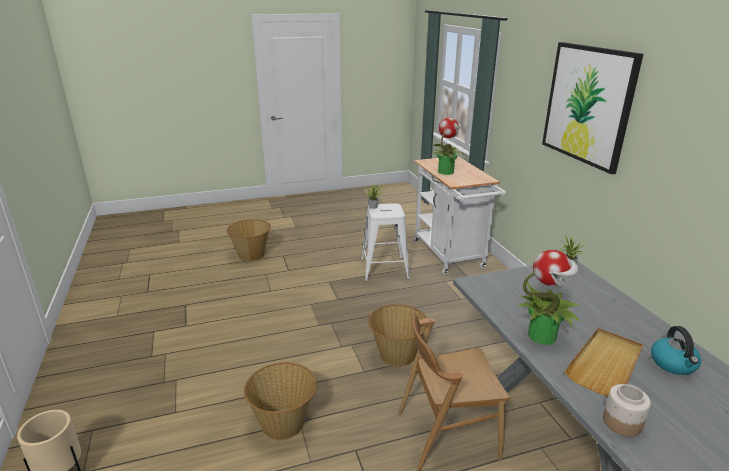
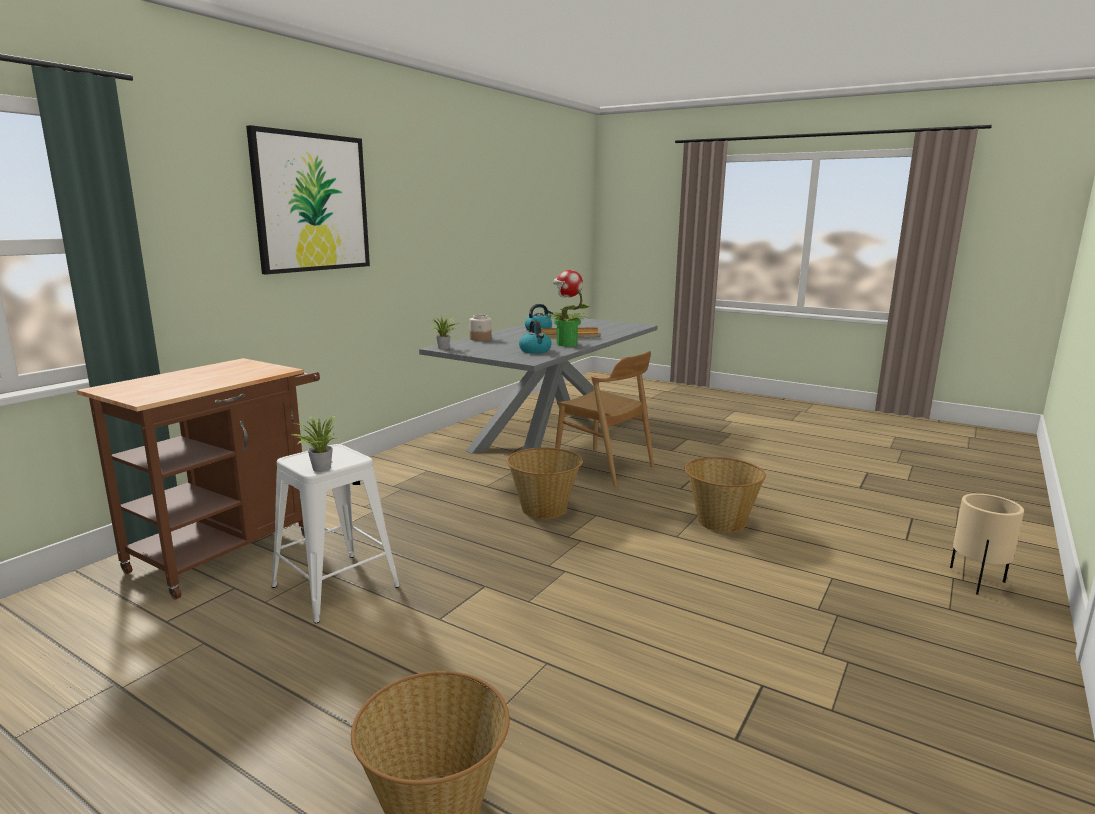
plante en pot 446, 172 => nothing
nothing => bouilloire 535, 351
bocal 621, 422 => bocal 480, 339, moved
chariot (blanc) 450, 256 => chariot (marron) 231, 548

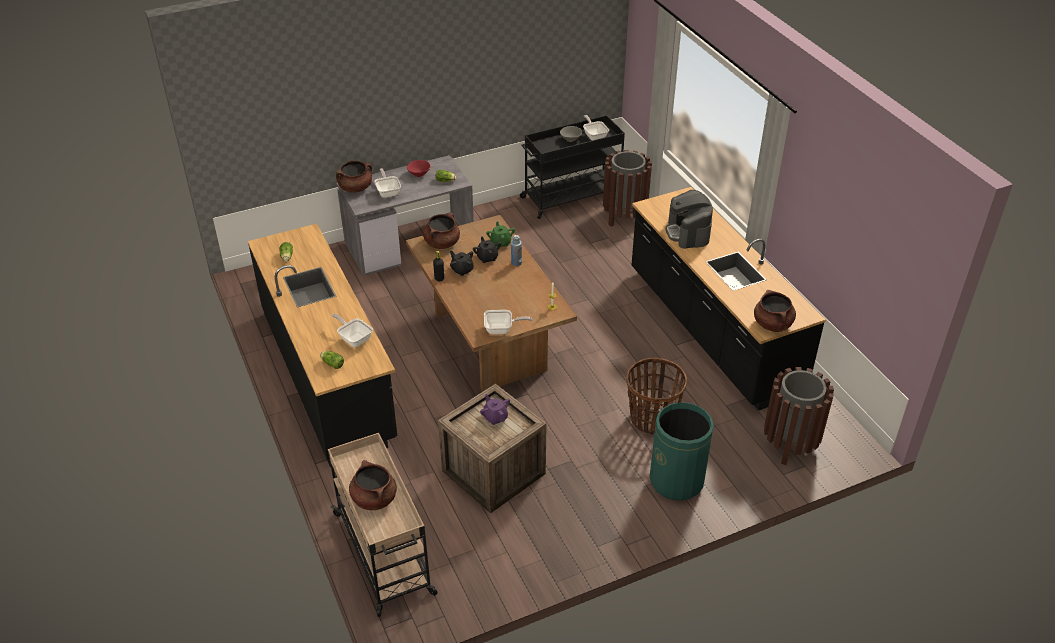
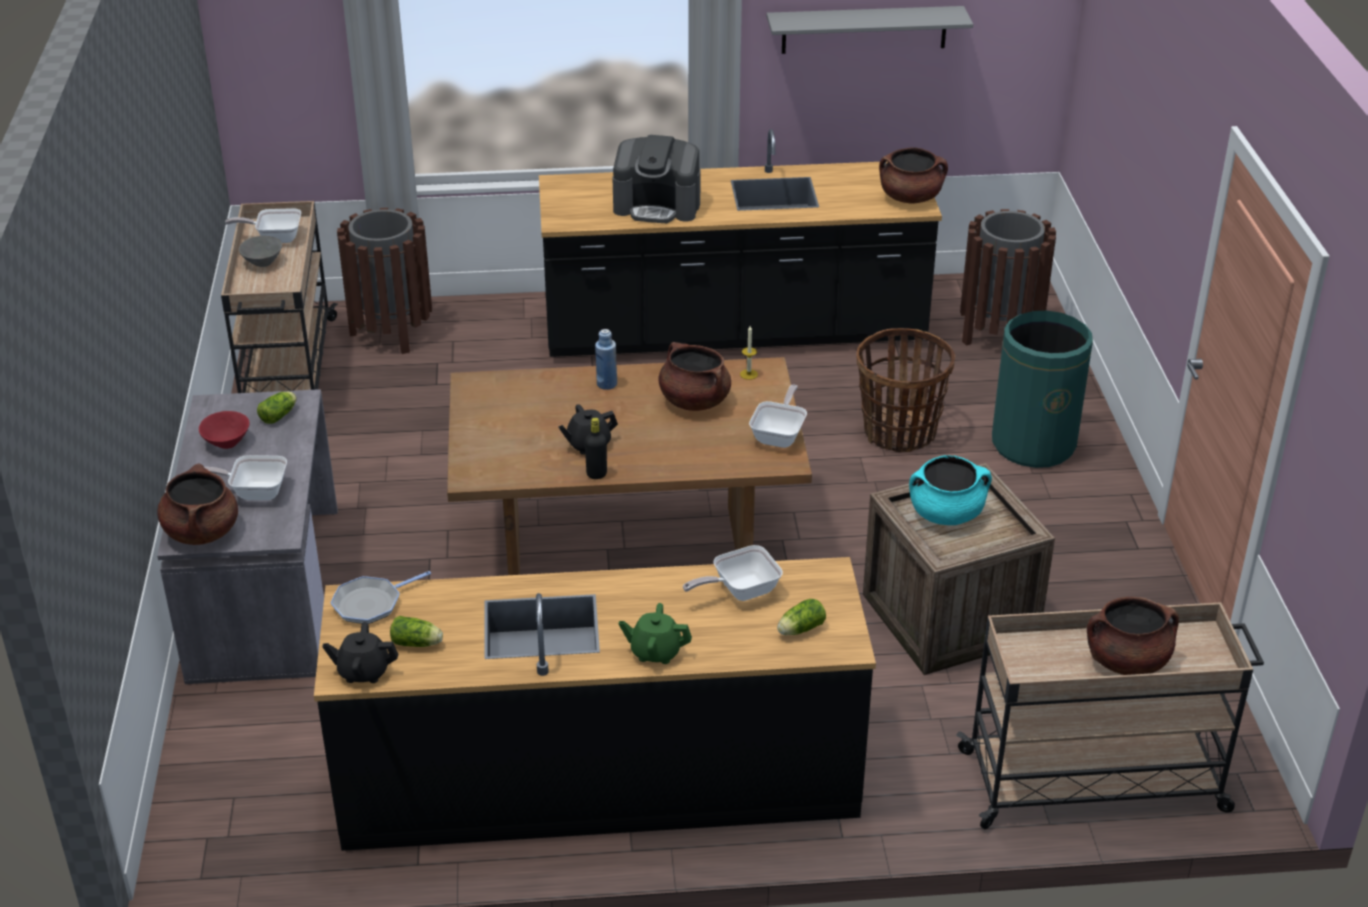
nothing => poêle 370, 603
nothing => étagère (gris) 864, 29
marmite (marron) 442, 243 => marmite (marron) 694, 401, moved
théière (noir) 487, 258 => théière (noir) 363, 672, moved
théière (vert) 500, 242 => théière (vert) 655, 652, moved
théière (violet) 495, 417 => marmite (turquoise) 946, 514
chariot (noir) 571, 197 => chariot (beige) 288, 371

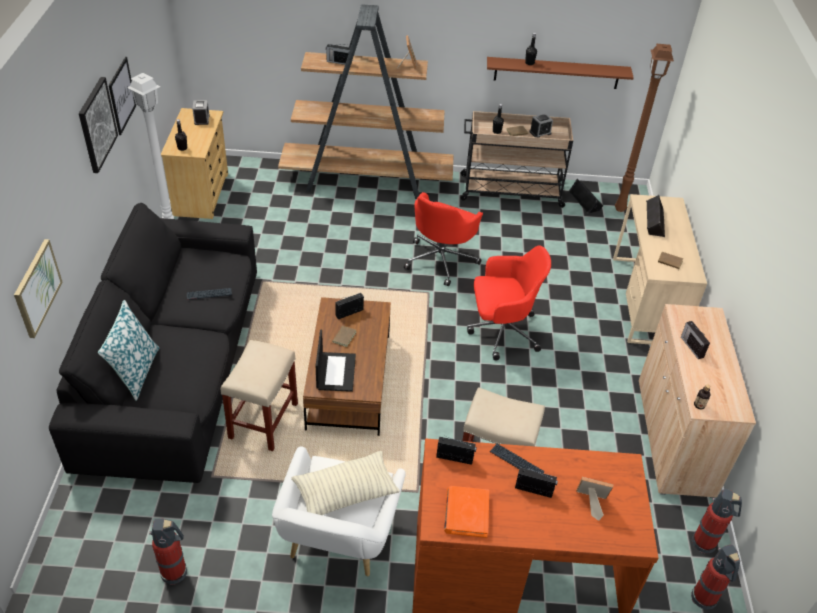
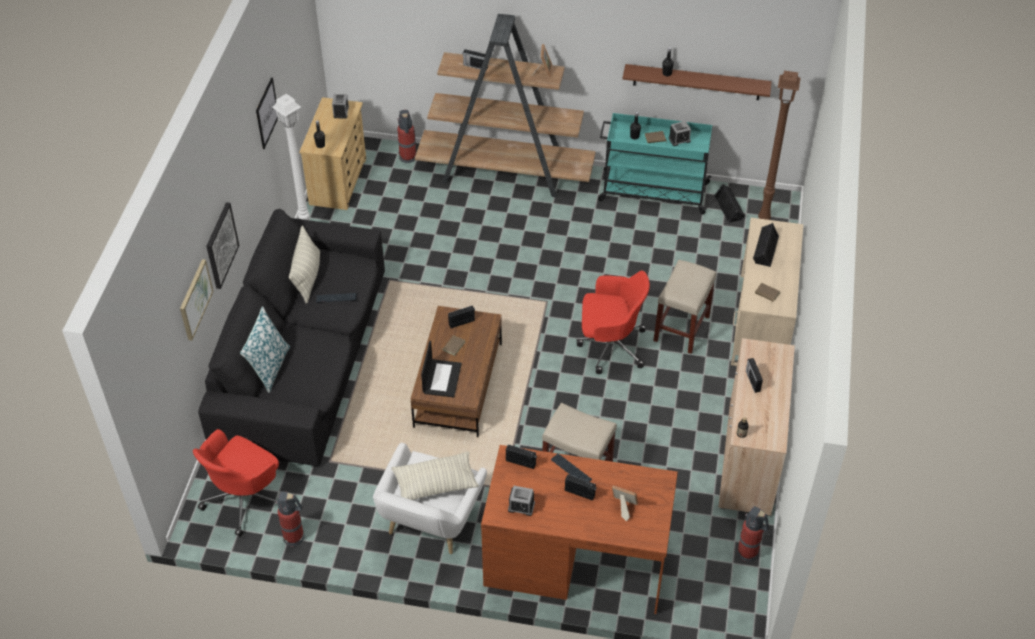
nothing => coussin 307, 277
tableau 96, 124 => tableau 221, 245, moved
tabouret (beige) 263, 420 => tabouret (beige) 681, 328, moved
chaise de bureau (rouge) 441, 259 => chaise de bureau (rouge) 245, 498, moved
extincteur 704, 599 => extincteur 408, 158, moved
livre (orange) 466, 513 => réveil 521, 506
chariot (beige) 510, 191 => chariot (turquoise) 652, 192

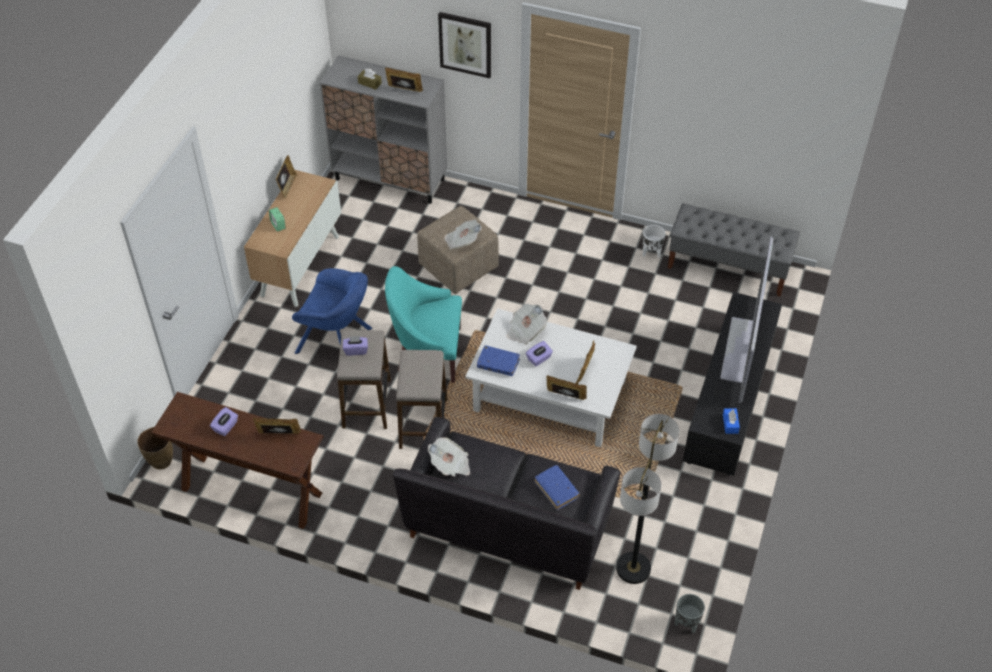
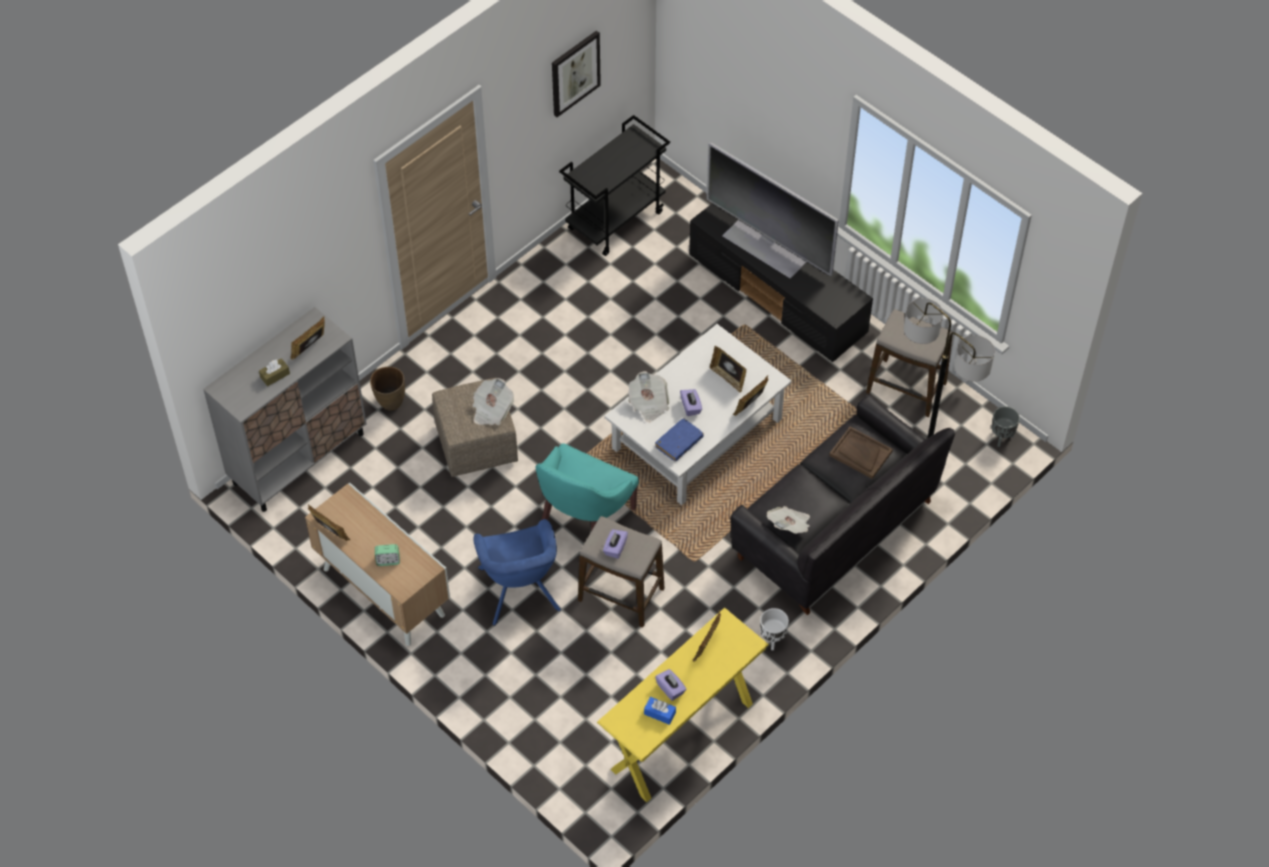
vase (marron) 161, 461 => vase (marron) 390, 403, moved
tabouret 423, 423 => tabouret 906, 388, moved
tableau 465, 44 => tableau 575, 73, moved
cache-pot (blanc) 651, 253 => cache-pot (blanc) 772, 639, moved
boîte à mouchoirs (bleu) 730, 424 => boîte à mouchoirs (bleu) 660, 713, moved
livre (bleu) 556, 490 => plateau (marron) 860, 453
banc (gris) 728, 267 => chariot (noir) 615, 220
table console (marron) 251, 491 => table console (jaune) 681, 736
fauteuil (bleu) 337, 342 => fauteuil (bleu) 520, 593, 120 degrees clockwise

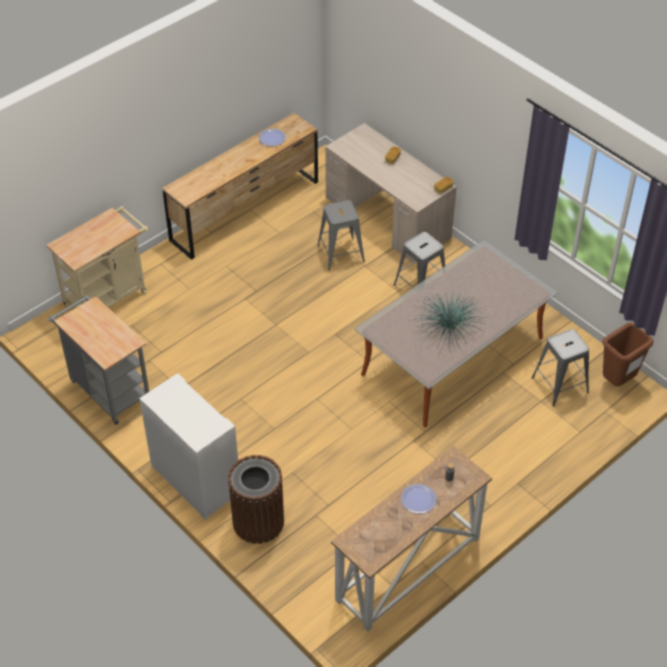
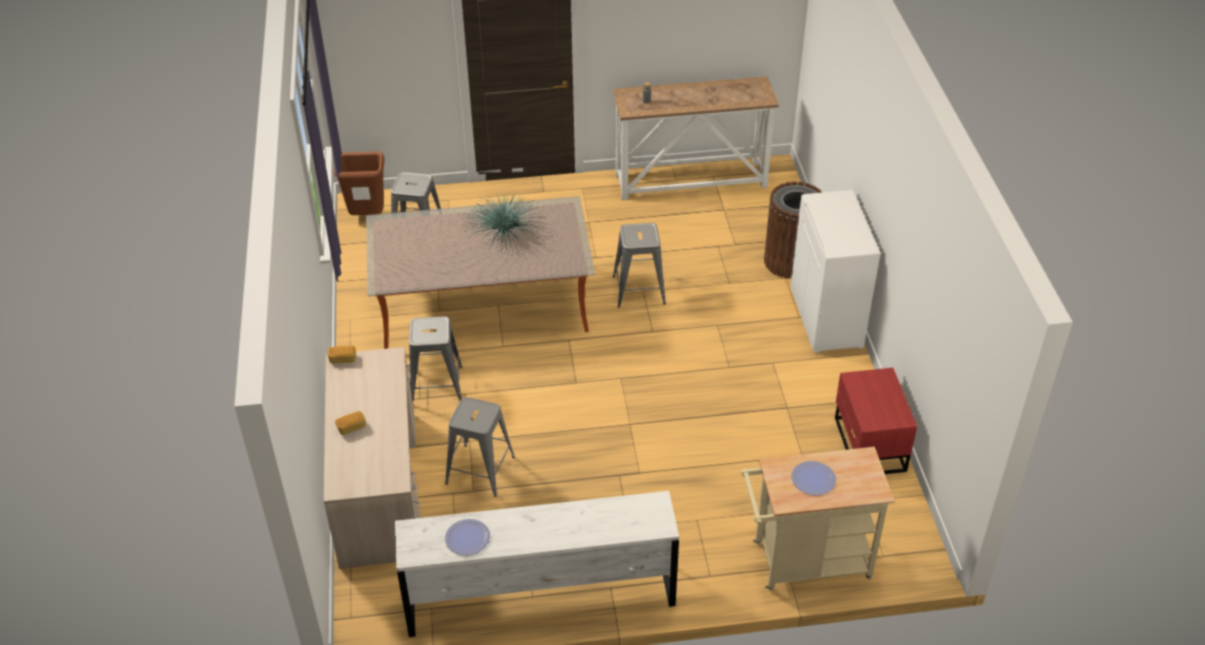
nothing => tabouret (gris) 638, 290
assiette 418, 499 => assiette 813, 479, moved
chariot (gris) 107, 389 => table de chevet (rouge) 868, 445
commode (marron) 245, 211 => commode (blanc) 540, 597

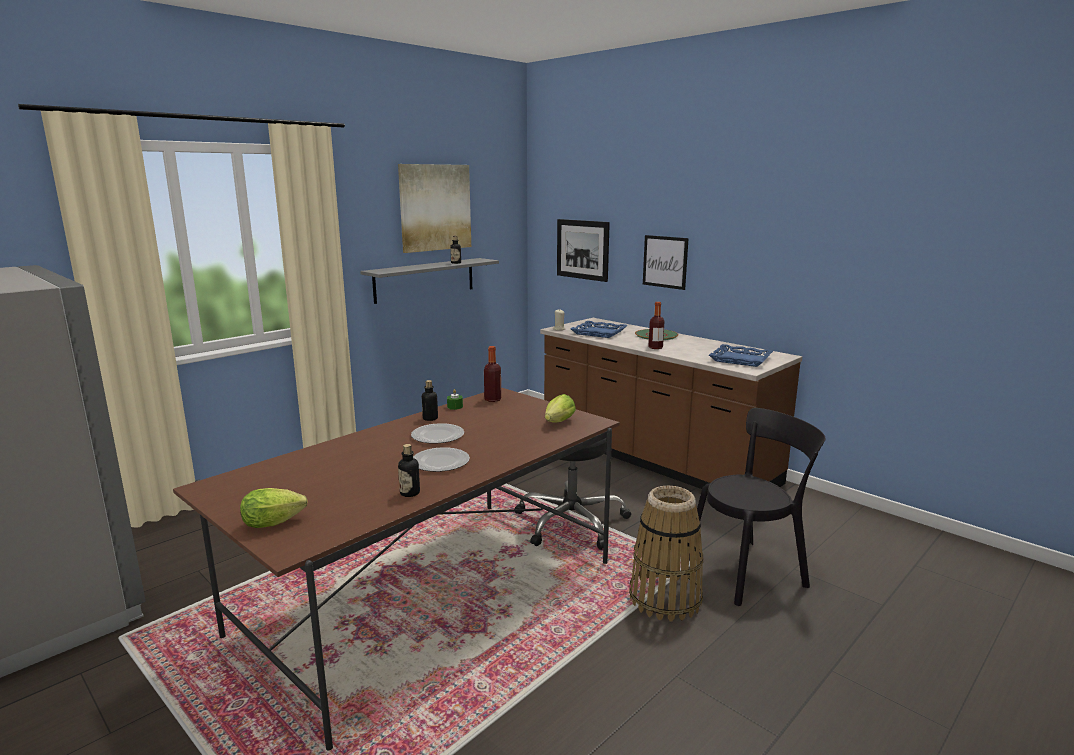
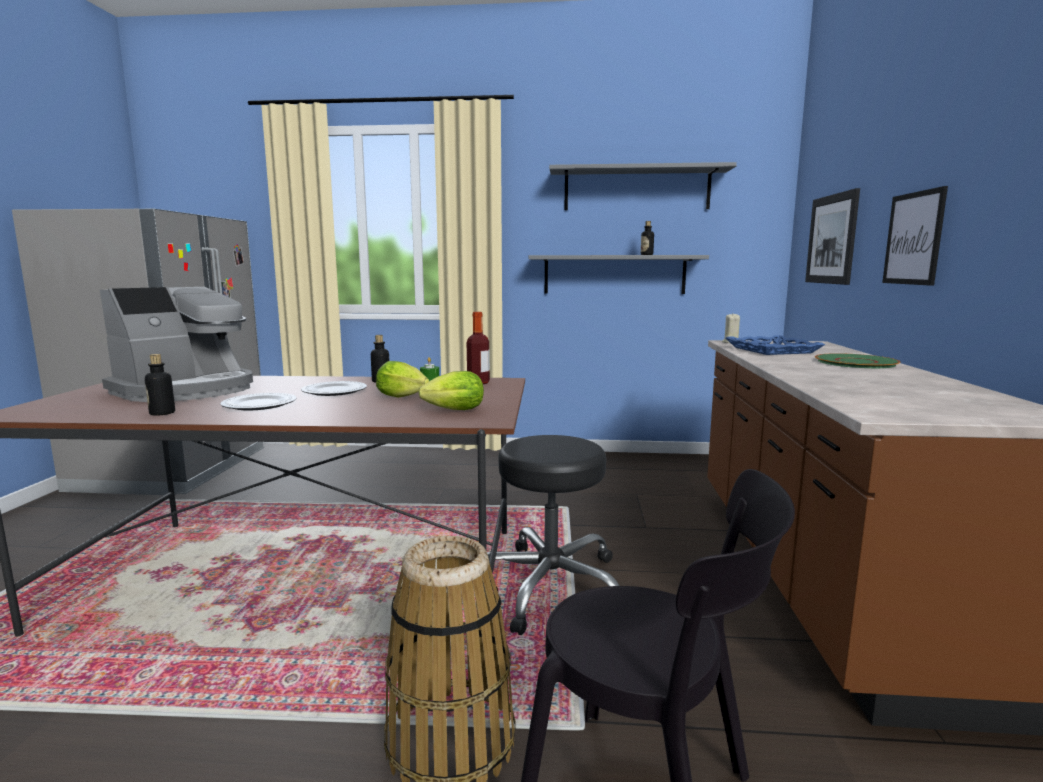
bouteille 655, 347 => nothing
plateau (bleu) 740, 359 => nothing
nothing => machine à café 187, 390
laitue 276, 523 => laitue 404, 397, moved
tableau 435, 207 => étagère (gris) 636, 189

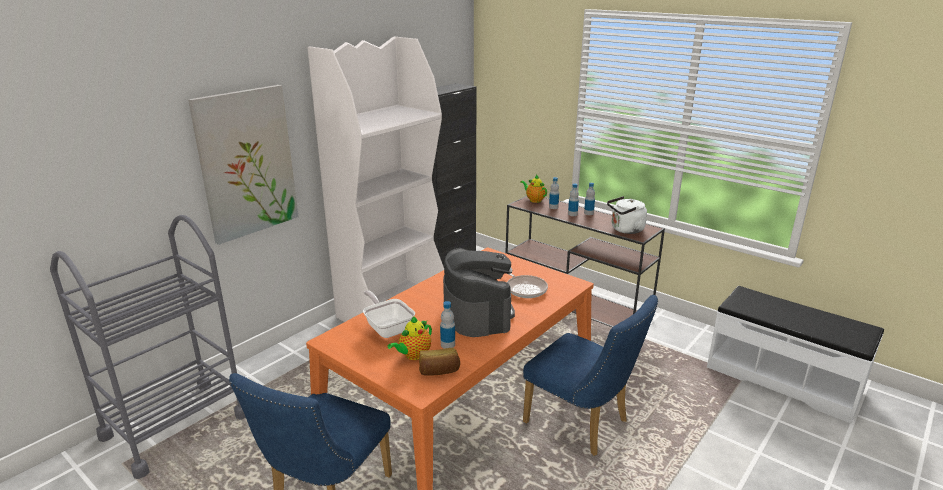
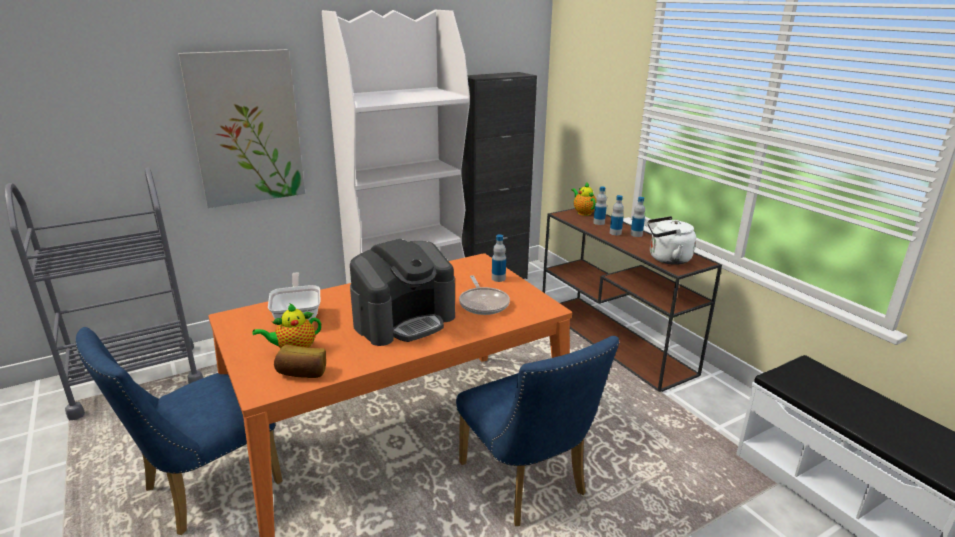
bouteille 447, 345 => bouteille 498, 278, moved
machine à café 477, 314 => machine à café 404, 320, 45 degrees clockwise

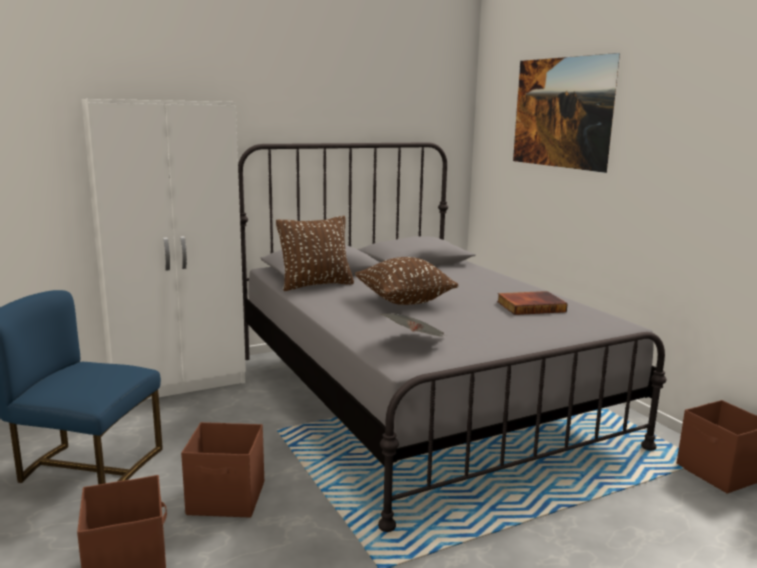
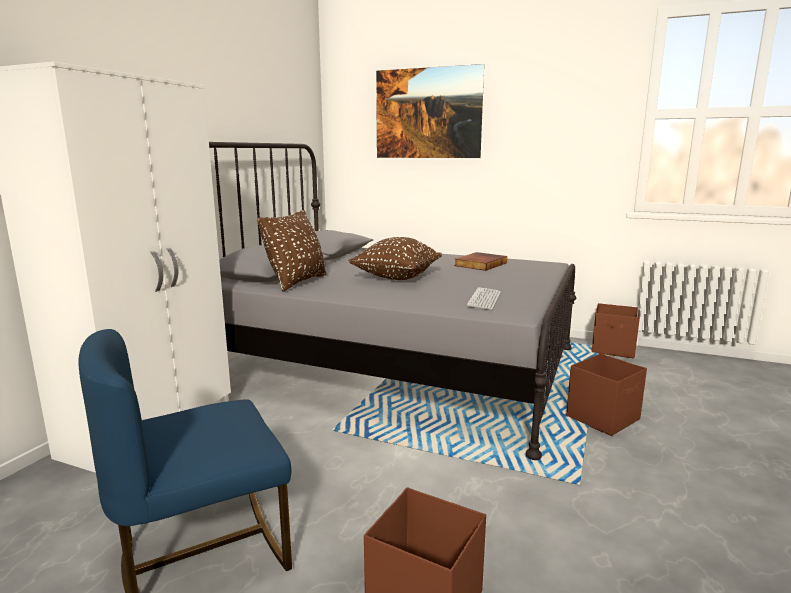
boîte de rangement (marron) 227, 499 => boîte de rangement (marron) 603, 418, moved
journal 415, 343 => clavier 484, 300

